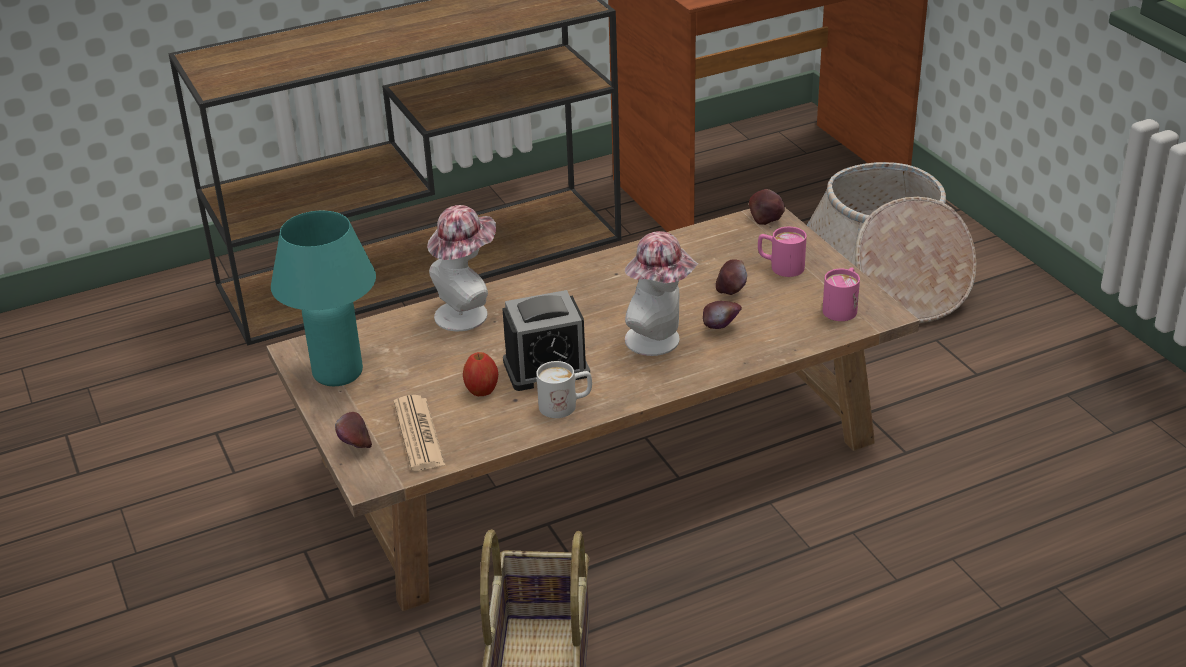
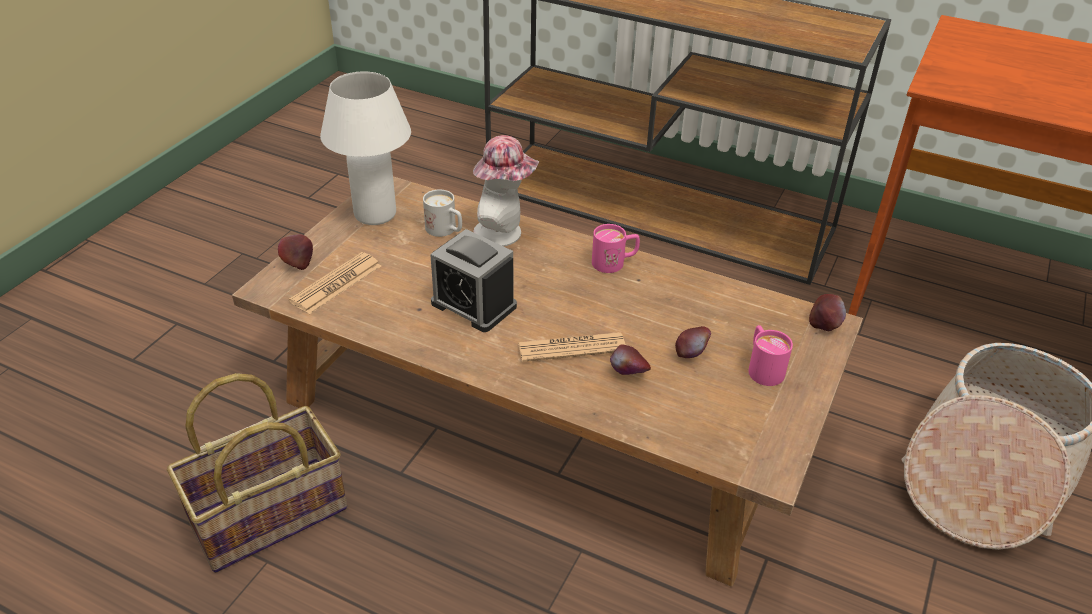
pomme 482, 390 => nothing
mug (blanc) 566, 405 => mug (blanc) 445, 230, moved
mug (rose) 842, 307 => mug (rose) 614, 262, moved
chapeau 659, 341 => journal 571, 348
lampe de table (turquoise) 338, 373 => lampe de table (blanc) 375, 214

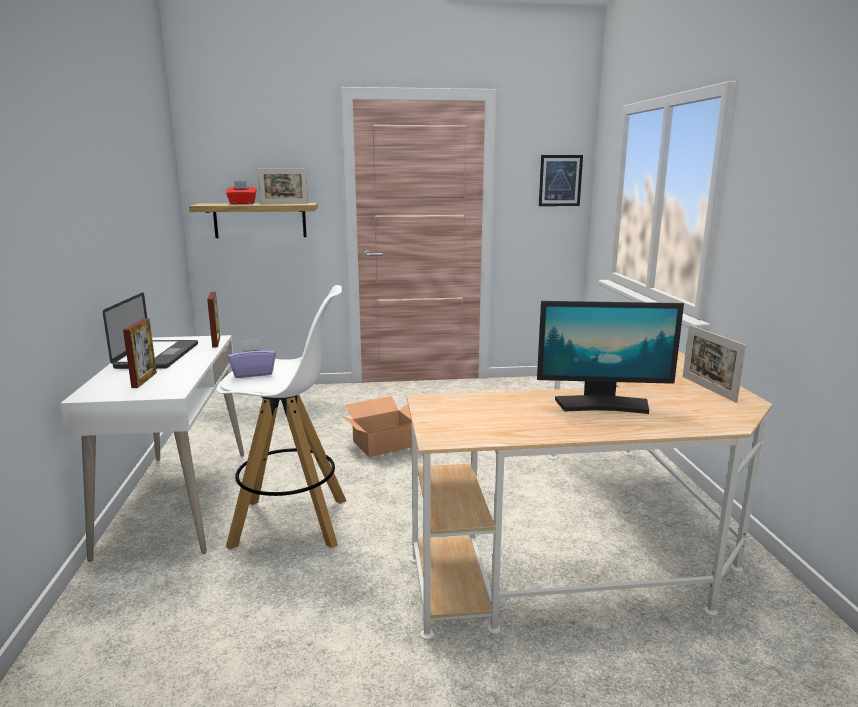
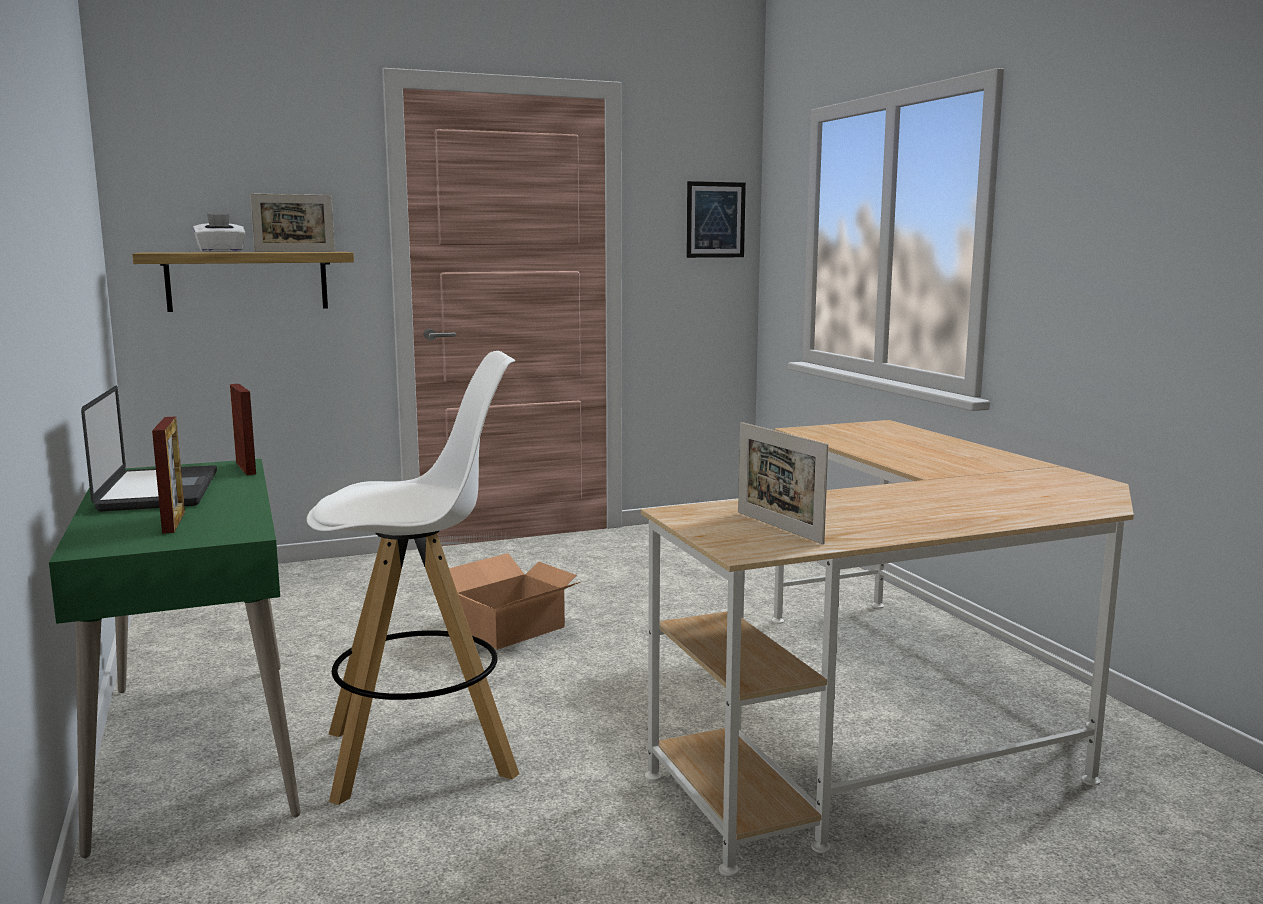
boîte à mouchoirs (violet) 253, 373 => nothing
écran d'ordinateur 602, 405 => nothing
cadre photo 708, 389 => cadre photo 778, 527, moved
bureau (blanc) 177, 500 => bureau (vert) 197, 747
boîte à mouchoirs (rouge) 242, 203 => boîte à mouchoirs (blanc) 221, 252

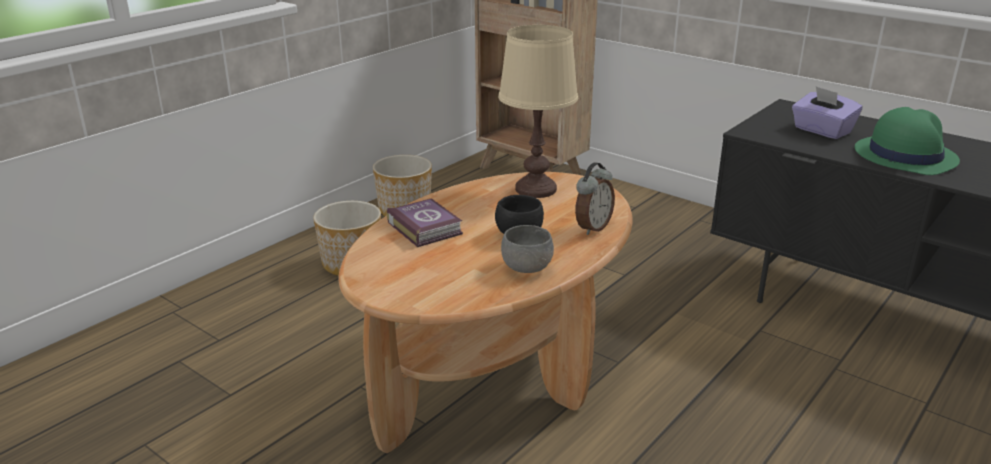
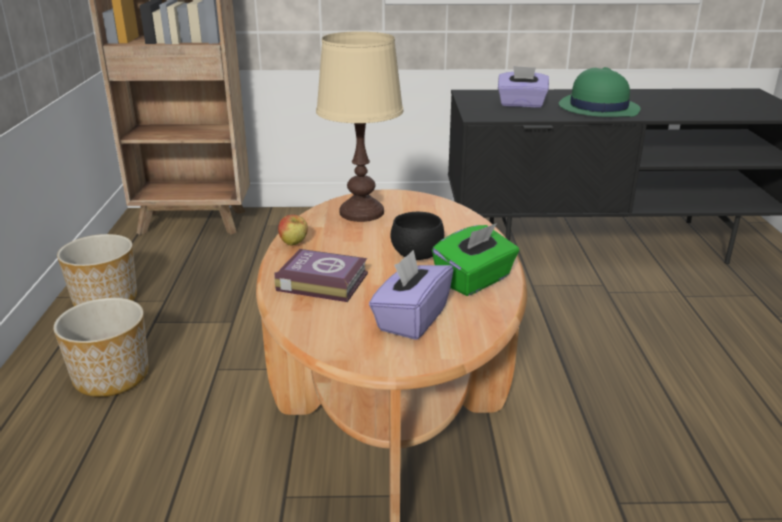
réveil 592, 228 => nothing
nothing => pomme 294, 244
nothing => boîte à mouchoirs (violet) 411, 319
bol (gris) 527, 268 => boîte à mouchoirs (vert) 474, 280

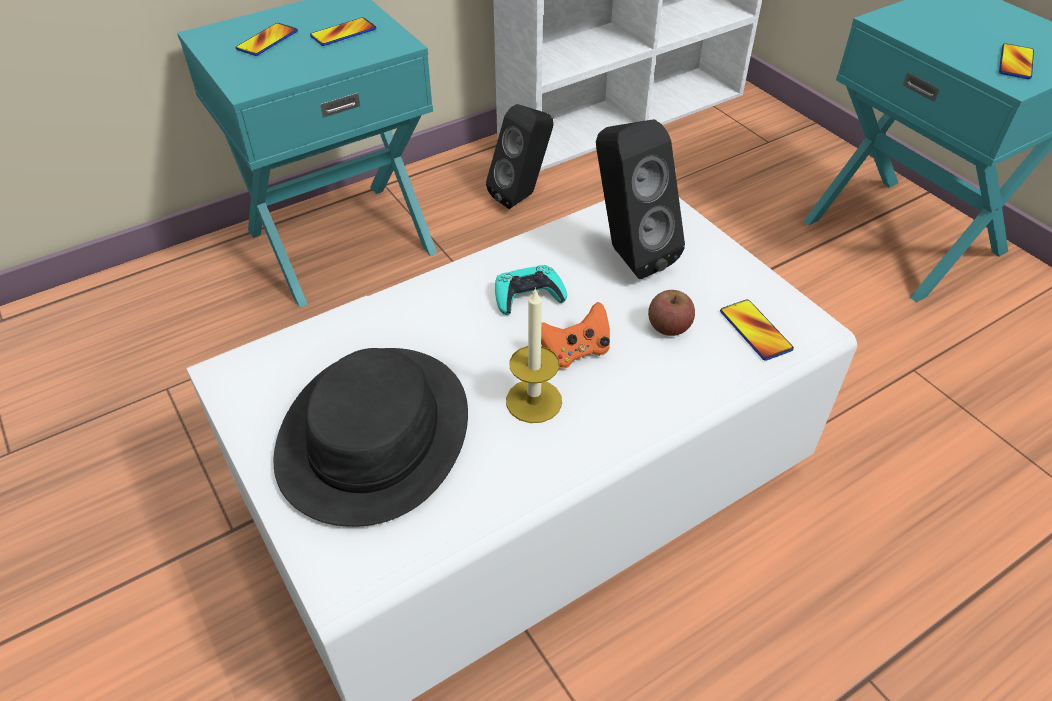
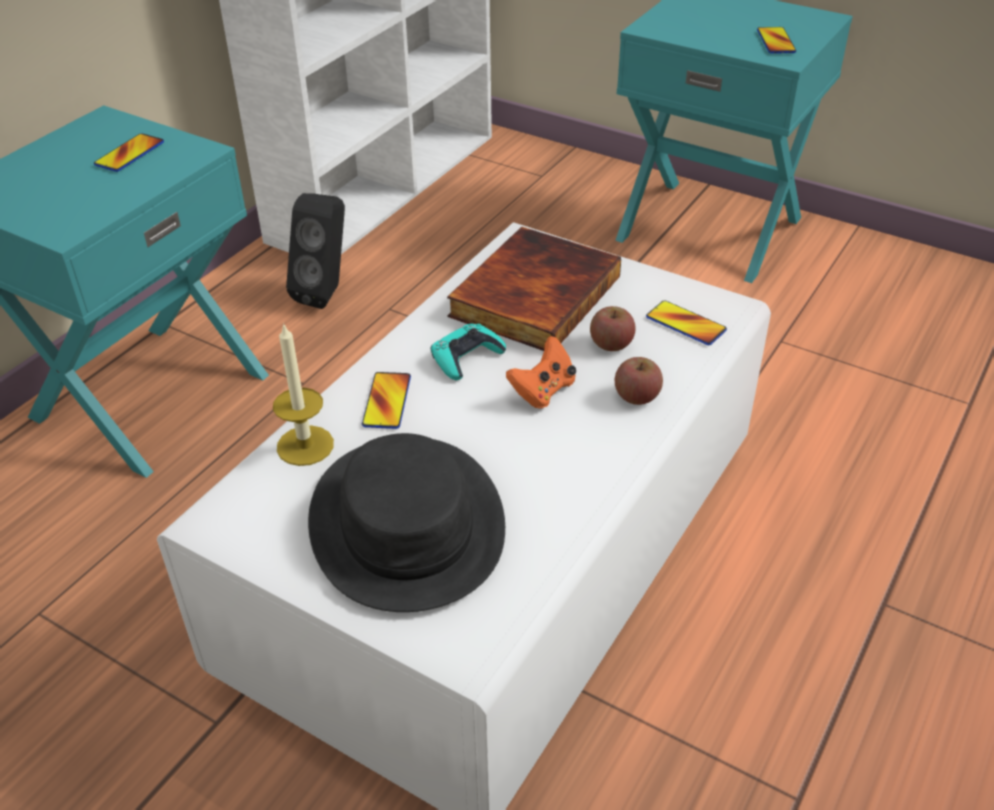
nothing => pomme 637, 396
téléphone 267, 41 => téléphone 387, 401, moved
bougie 534, 401 => bougie 305, 445, moved
enceinte (noir) 627, 254 => livre 533, 294

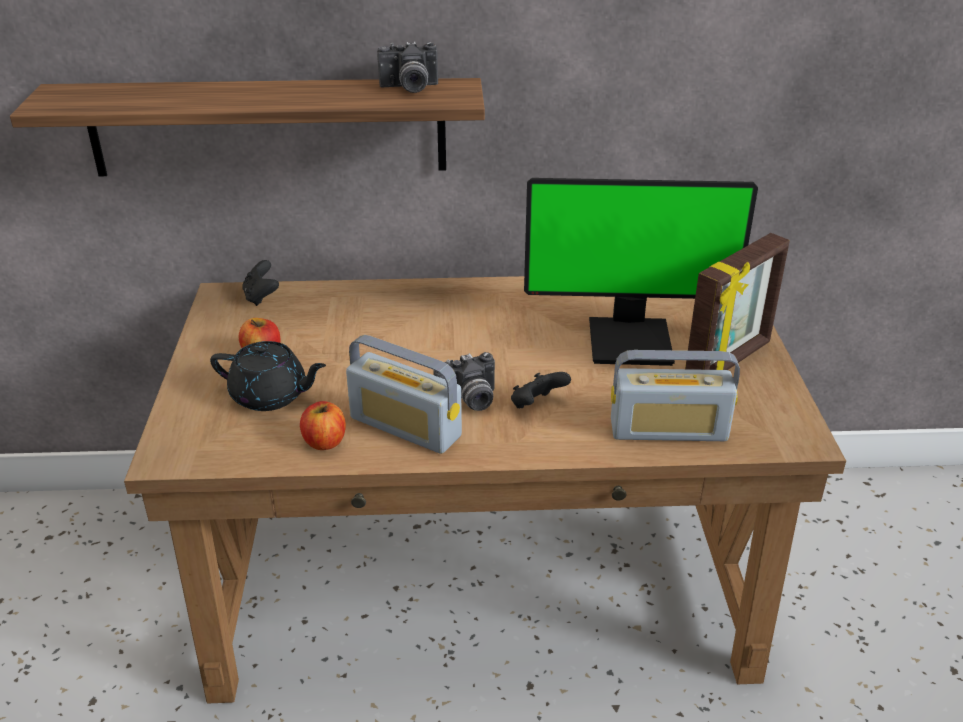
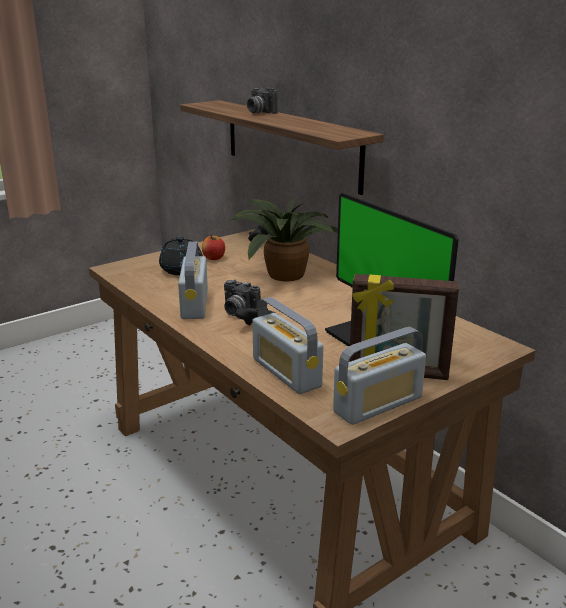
pomme 324, 442 => nothing
nothing => plante en pot 285, 274
nothing => radio 378, 404
appareil photo 409, 88 => appareil photo 259, 112, moved

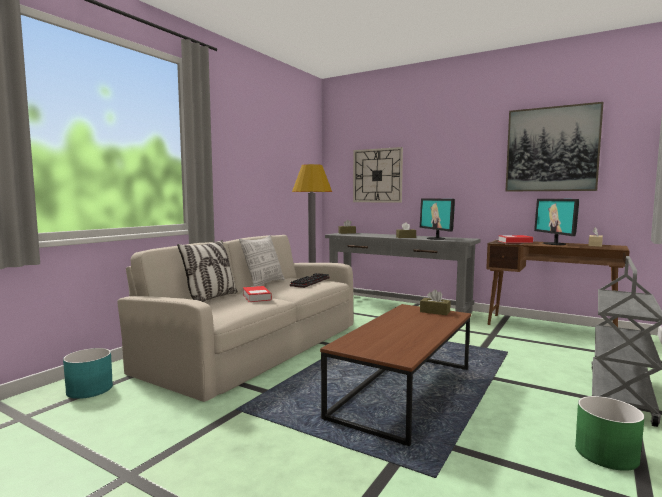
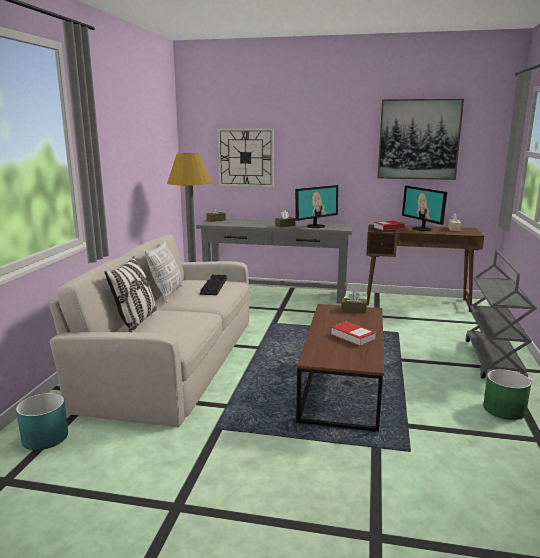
livre 256, 297 => livre 353, 337, moved
écran d'ordinateur 436, 238 => écran d'ordinateur 315, 226, 90 degrees counterclockwise

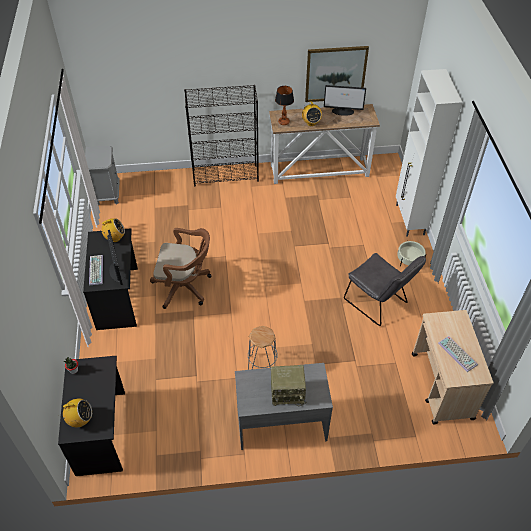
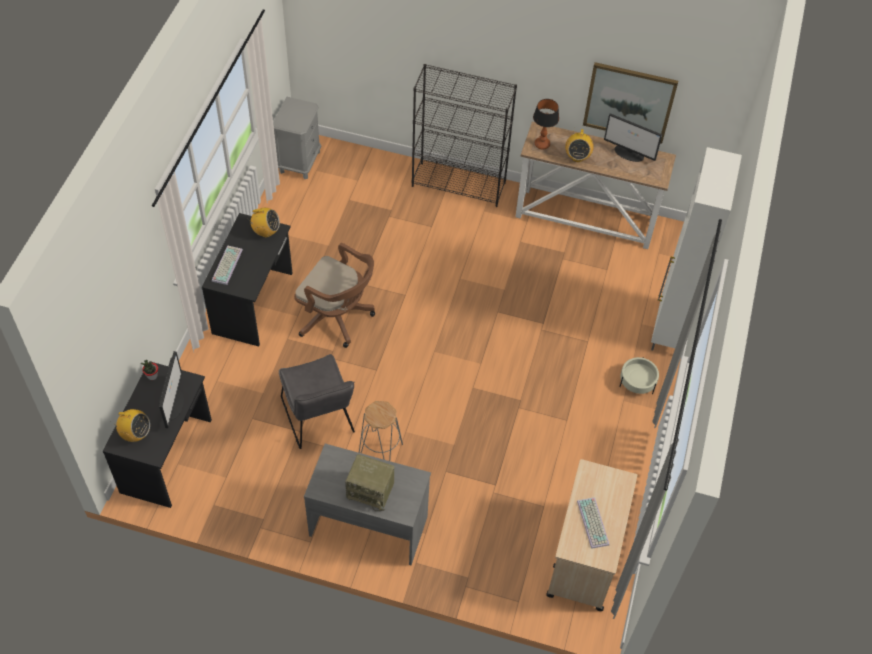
écran d'ordinateur 117, 271 => écran d'ordinateur 173, 404, moved
chaise (gris) 378, 303 => chaise (gris) 319, 420, moved

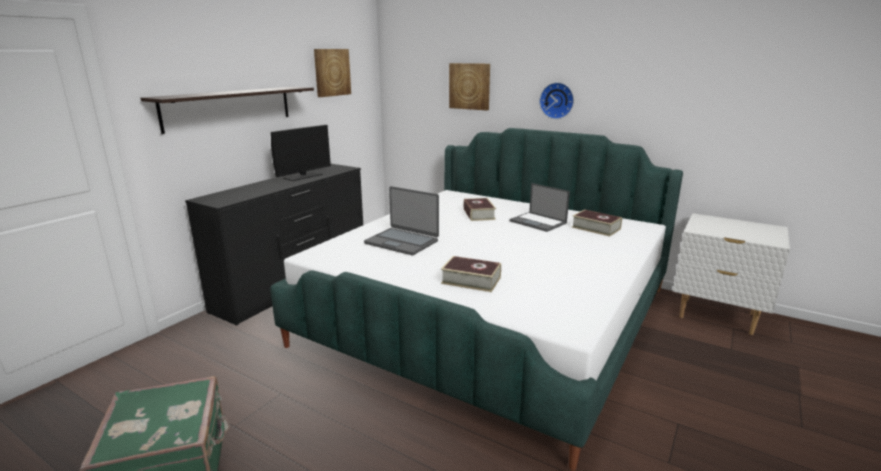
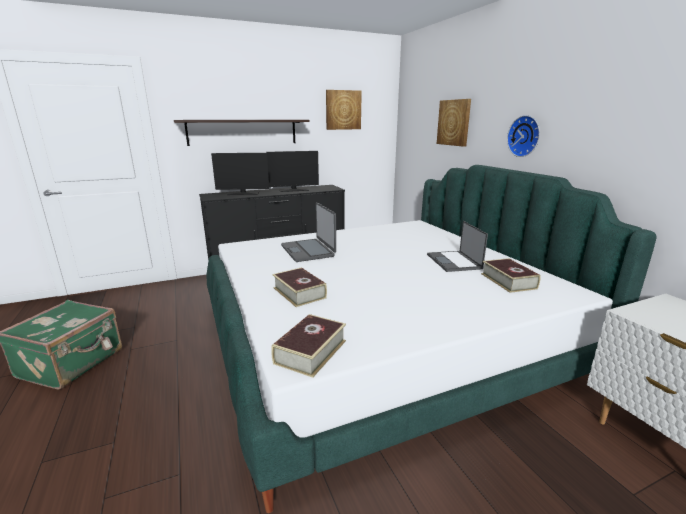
nothing => écran d'ordinateur 243, 193
livre 479, 214 => livre 310, 352, moved

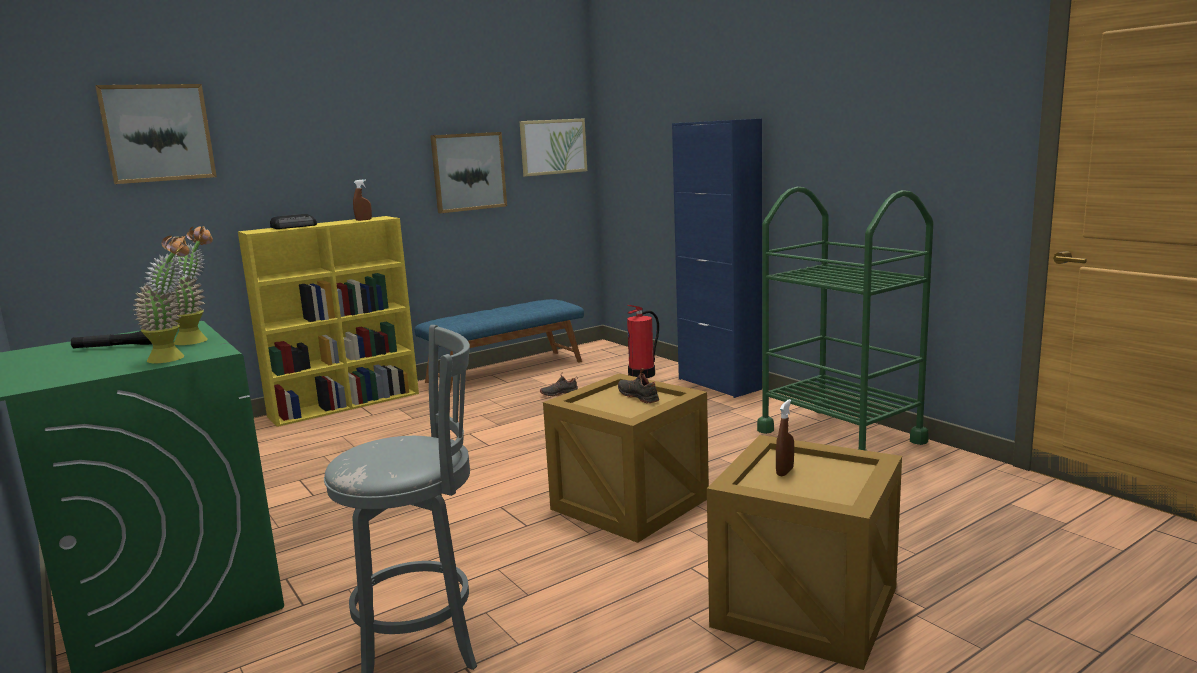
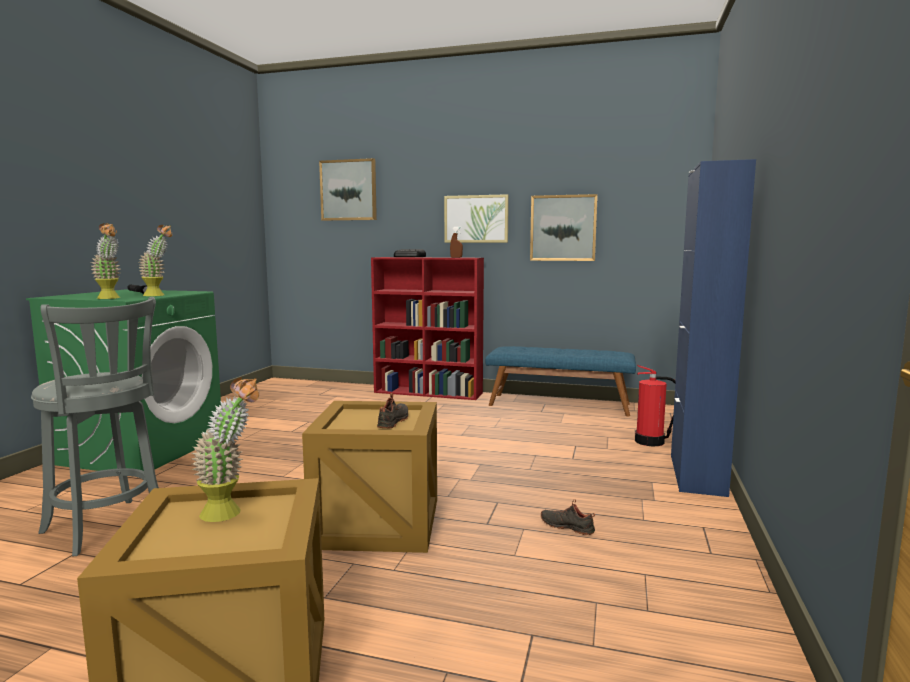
chariot (vert) 840, 436 => nothing
tableau 553, 147 => tableau 476, 219, moved
chaussure (noir) 559, 393 => chaussure (noir) 567, 526, moved
vaporisateur (marron) 784, 471 => plante en pot 231, 513
bibliothèque (jaune) 346, 404 => bibliothèque (rouge) 429, 393

